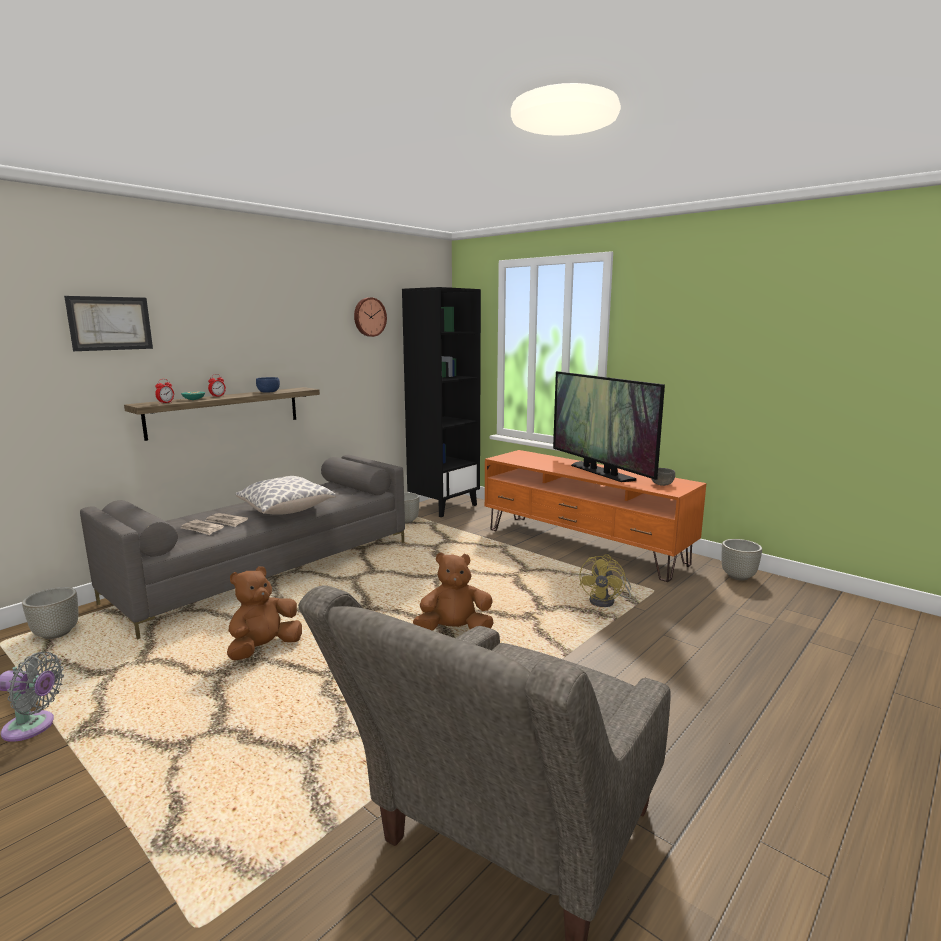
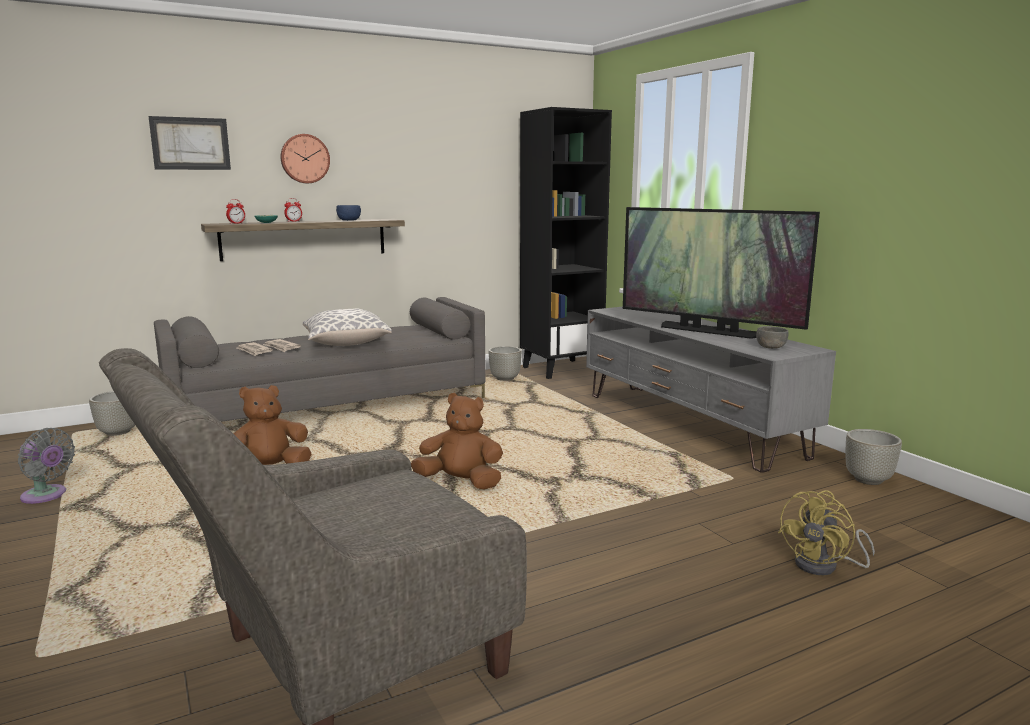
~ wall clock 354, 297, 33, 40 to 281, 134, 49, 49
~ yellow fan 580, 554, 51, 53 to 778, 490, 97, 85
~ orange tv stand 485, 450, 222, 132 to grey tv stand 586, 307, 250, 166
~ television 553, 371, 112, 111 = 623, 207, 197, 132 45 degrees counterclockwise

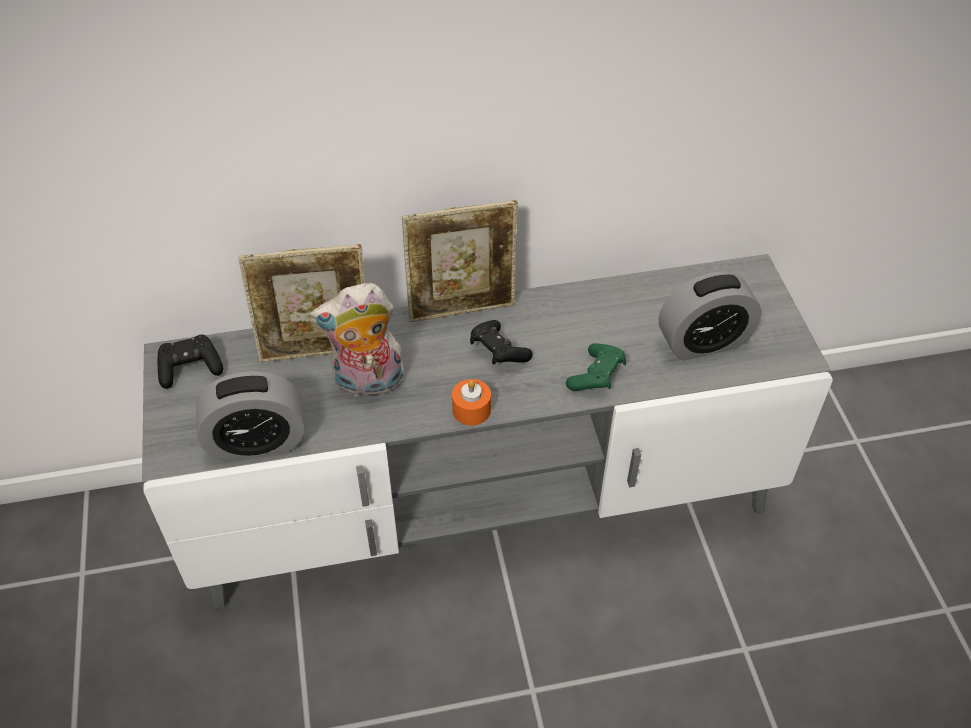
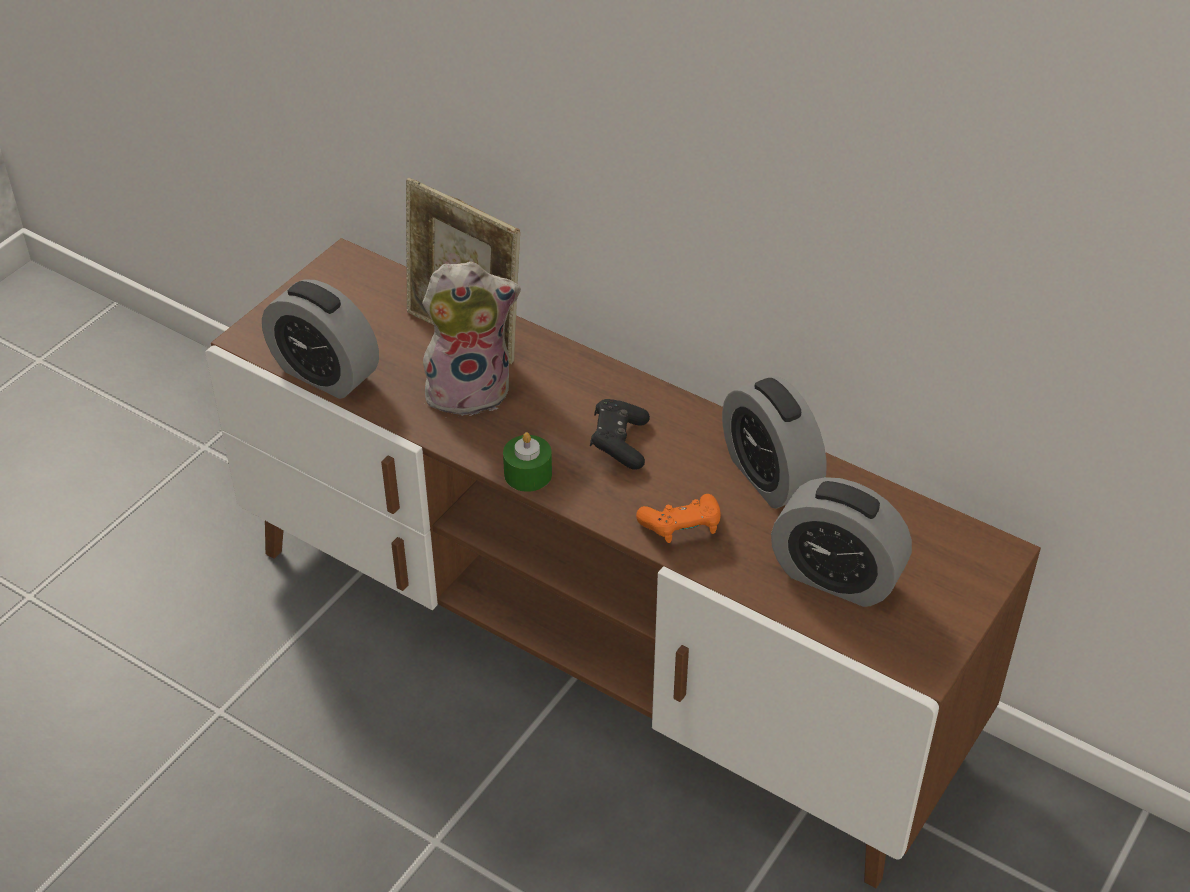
- black game controller 158, 334, 65, 55
- picture frame 402, 200, 116, 122
+ alarm clock 722, 376, 105, 133
~ grey tv stand 142, 254, 691, 355 to brown tv stand 205, 238, 836, 650
~ orange candle 452, 379, 39, 47 to green candle 503, 432, 49, 60
~ green game controller 566, 343, 60, 48 to orange game controller 636, 494, 85, 49
~ plush toy 310, 283, 95, 117 = 422, 262, 99, 154 135 degrees clockwise

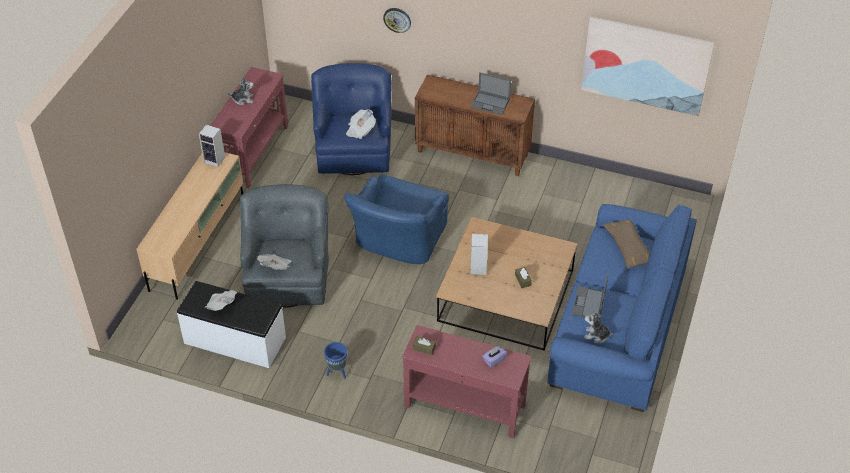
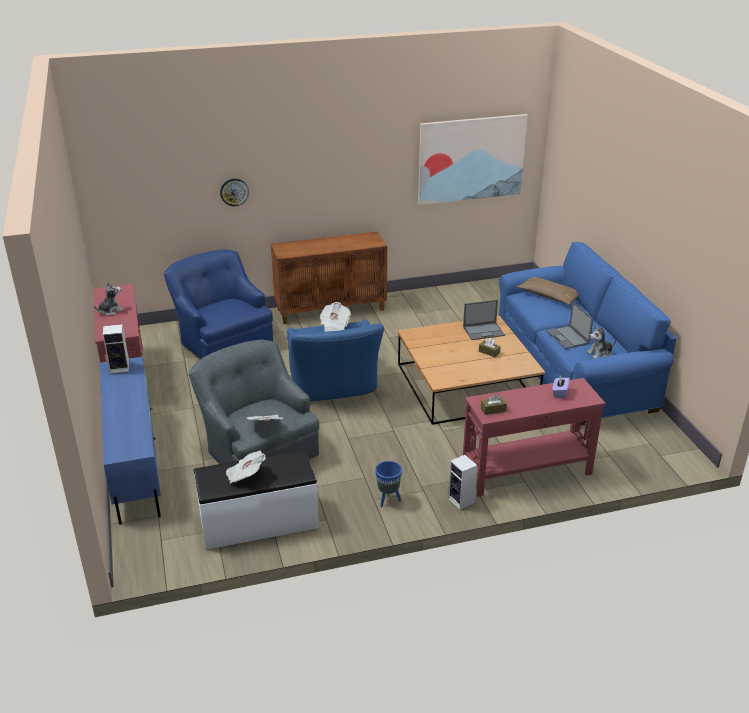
~ newspaper 346, 109, 30, 30 to 320, 302, 31, 30
~ laptop 470, 72, 41, 43 to 463, 300, 42, 40
~ speaker 471, 234, 17, 41 to 448, 455, 29, 55
~ beige tv stand 137, 152, 106, 148 to blue tv stand 100, 357, 61, 168

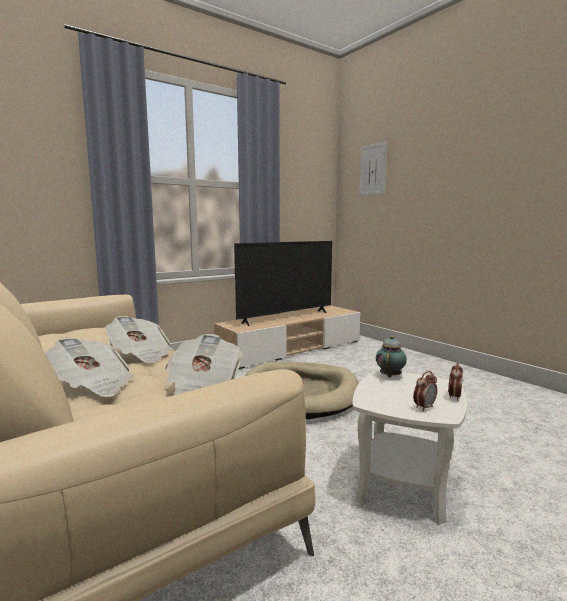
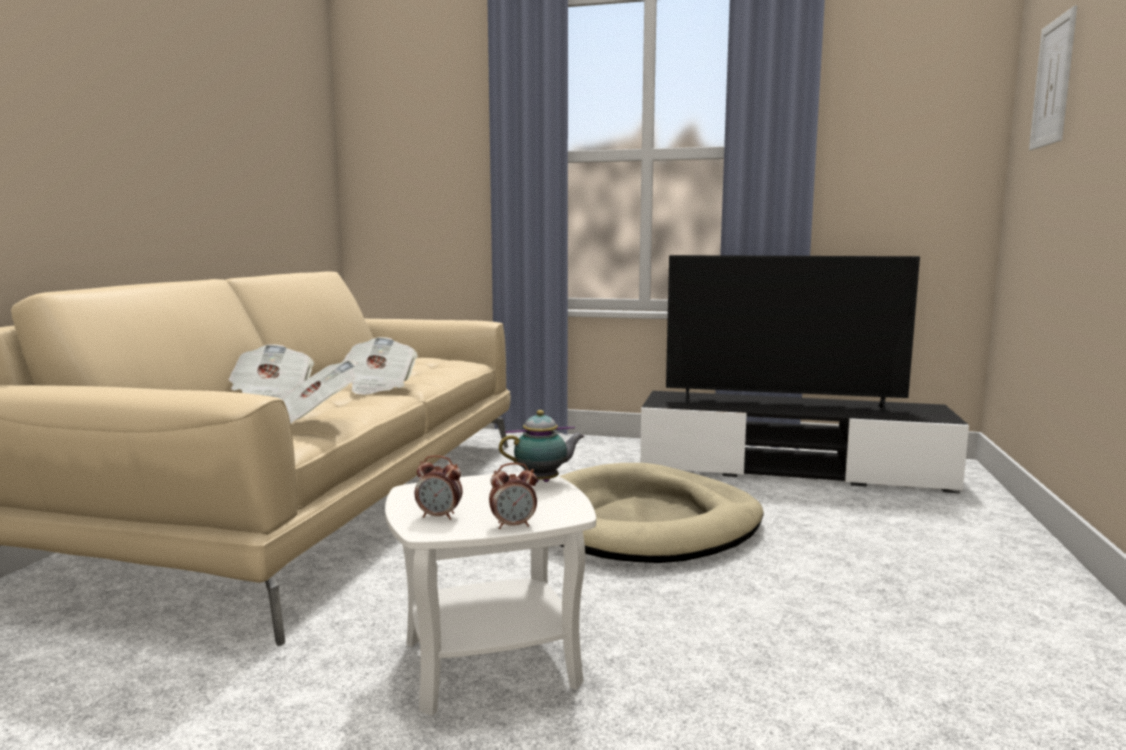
~ beige tv stand 214, 306, 147, 63 to black tv stand 640, 391, 329, 102

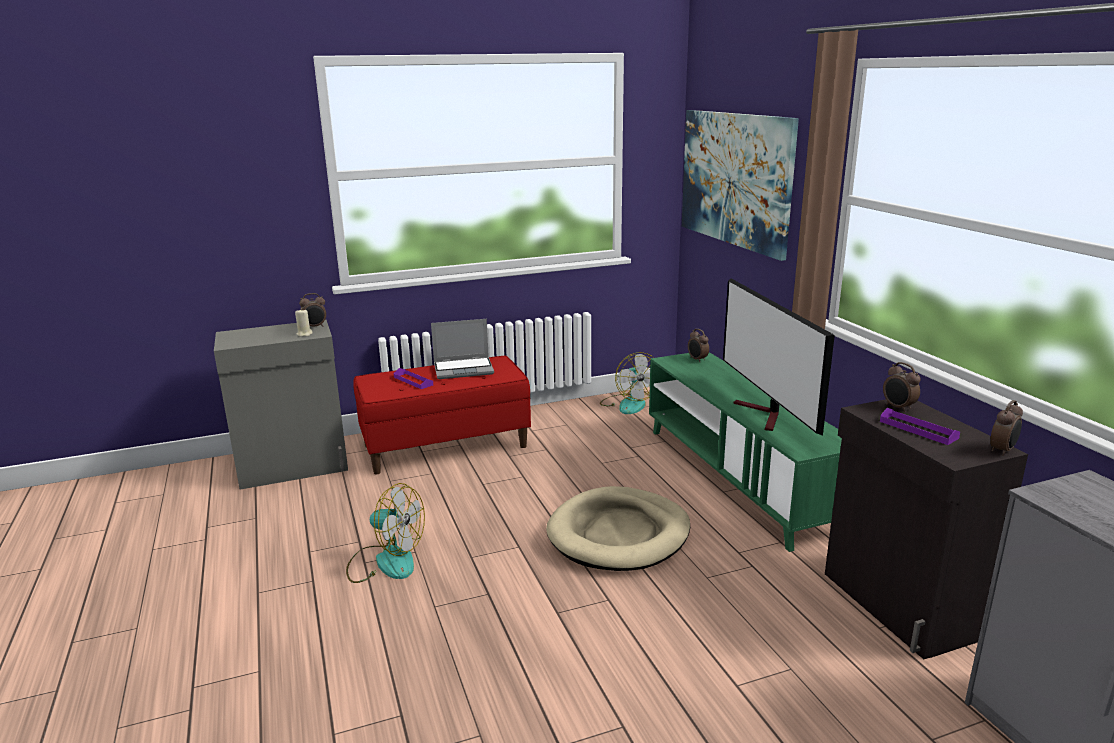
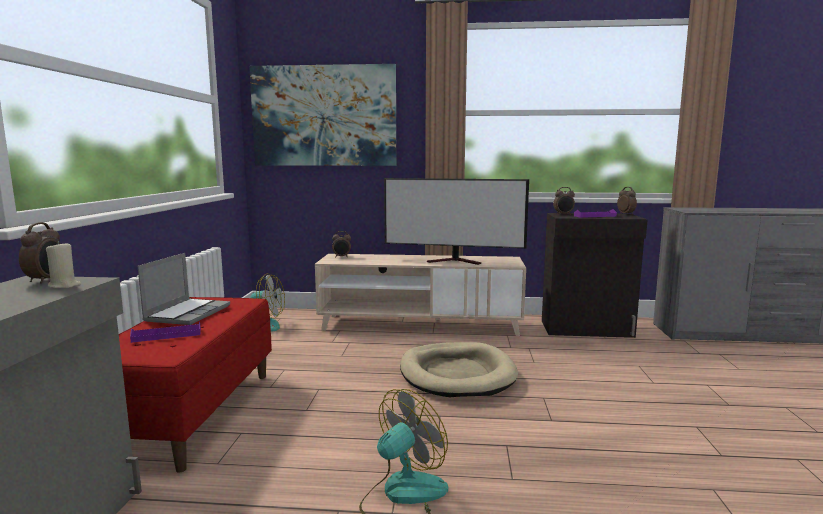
~ green tv stand 649, 352, 193, 200 to beige tv stand 315, 254, 211, 82

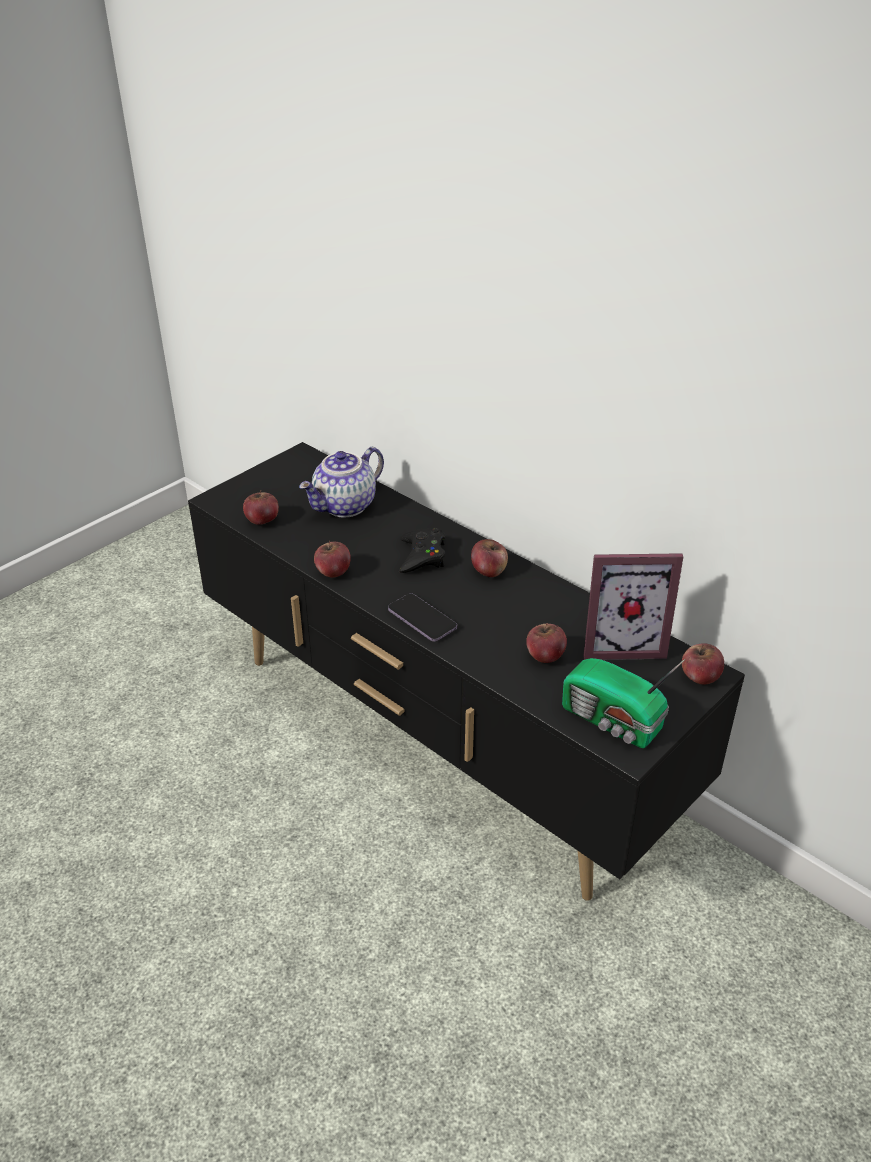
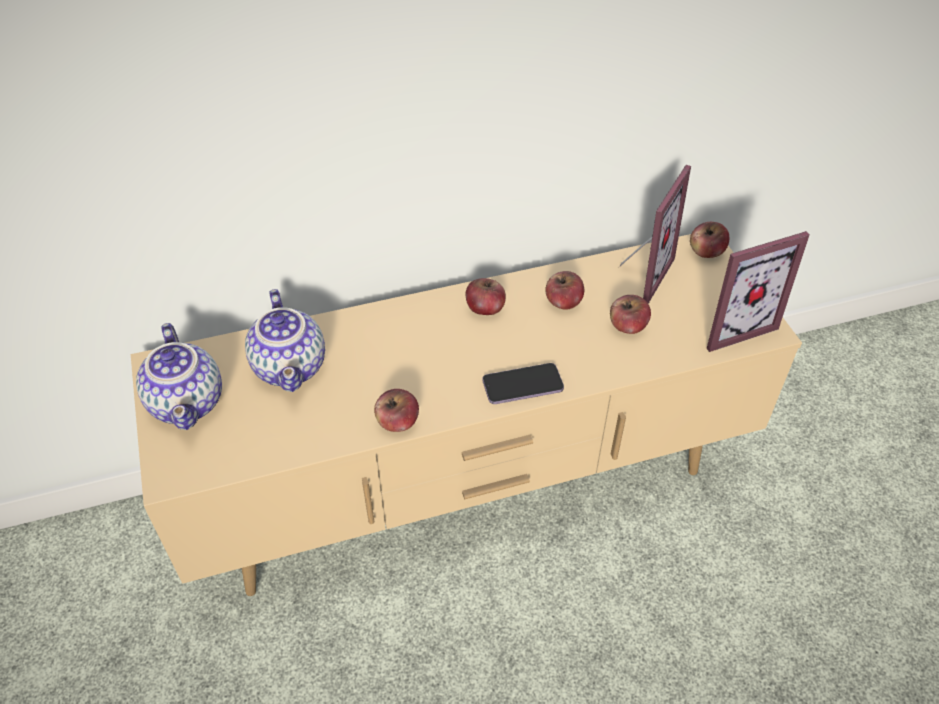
- black game controller 398, 528, 47, 45
+ teapot 136, 323, 86, 107
~ apple 243, 490, 36, 35 to 545, 271, 39, 39
~ radio 562, 658, 123, 90 to picture frame 707, 231, 103, 121
~ black tv stand 188, 442, 557, 459 to beige tv stand 131, 234, 671, 362

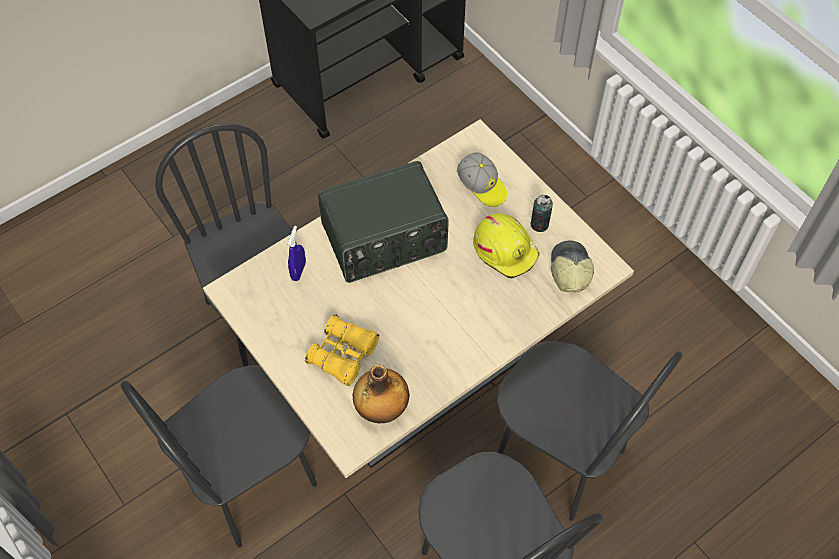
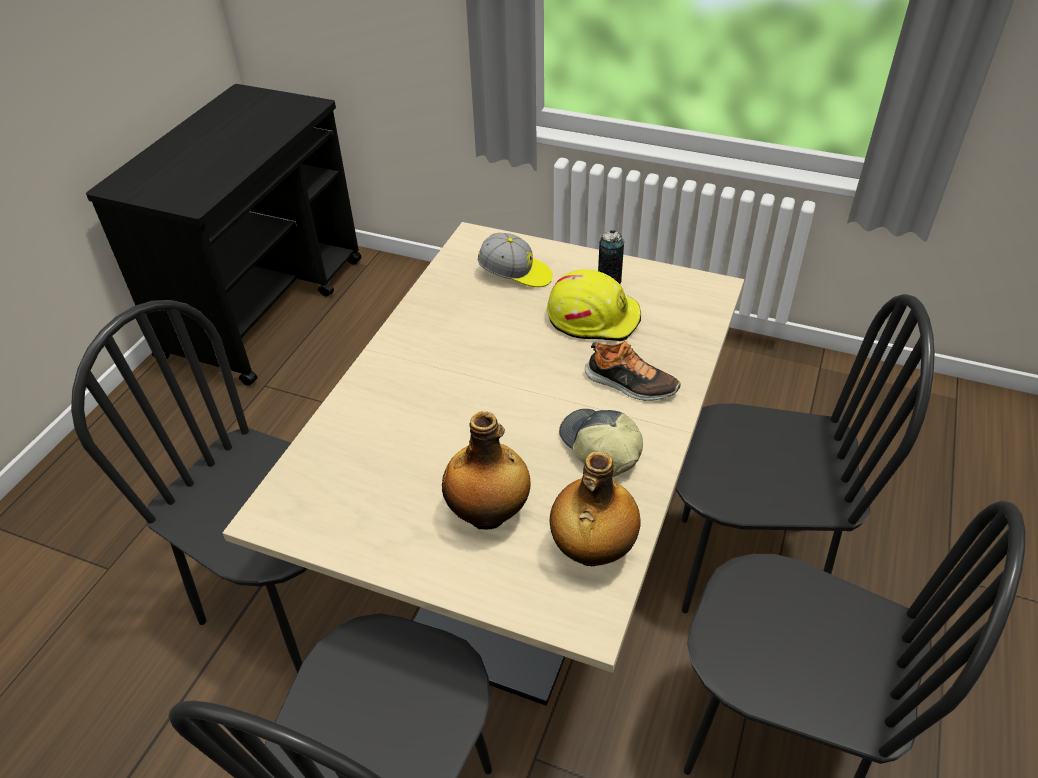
- blue spray bottle 287, 226, 19, 55
- radio 318, 161, 131, 122
+ shoe 585, 341, 96, 60
~ cap 551, 241, 43, 51 to 559, 409, 84, 68
~ yellow binoculars 305, 314, 74, 72 to bottle 442, 411, 89, 118

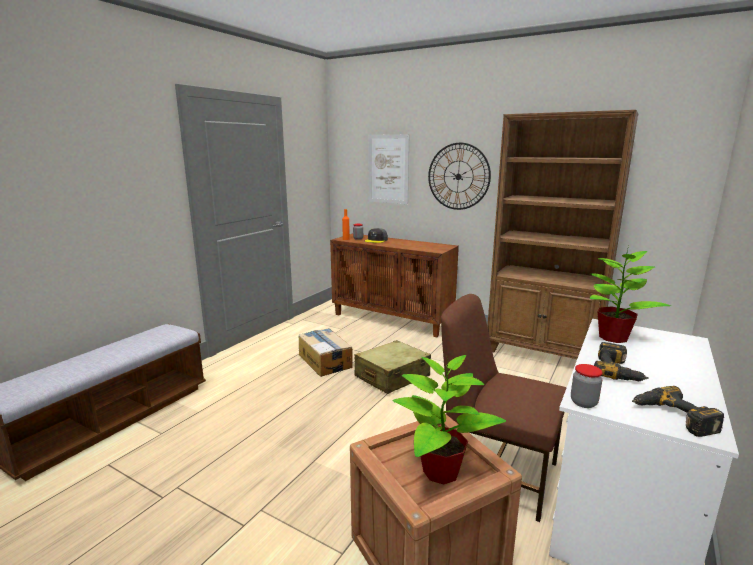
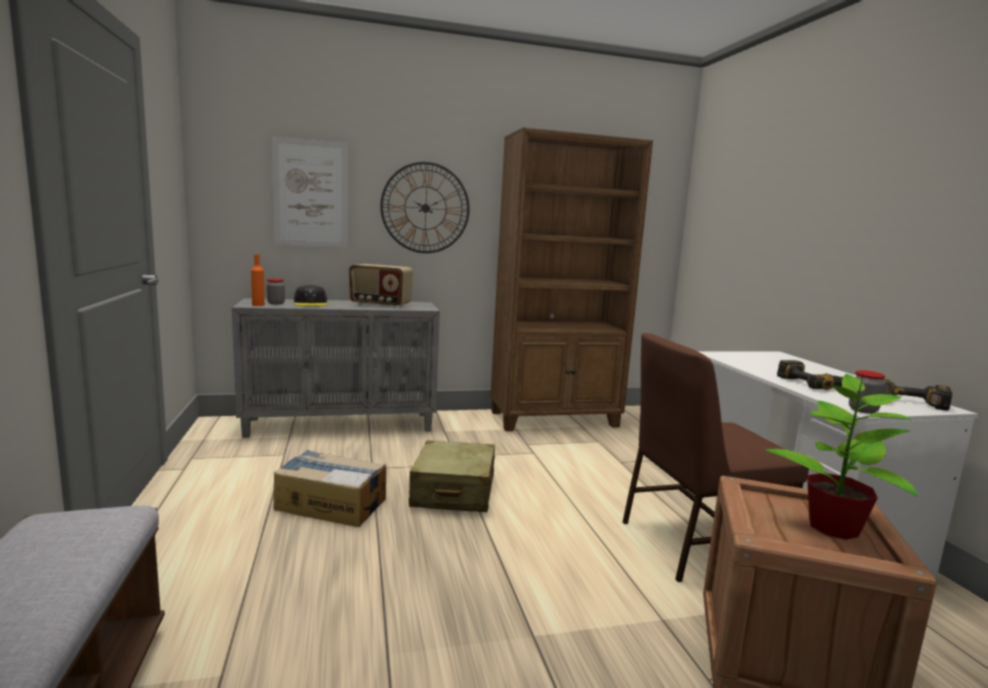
- potted plant 590, 246, 81, 97
+ radio 349, 264, 64, 44
~ brown cabinet 330, 234, 129, 103 to grey cabinet 232, 298, 208, 140

